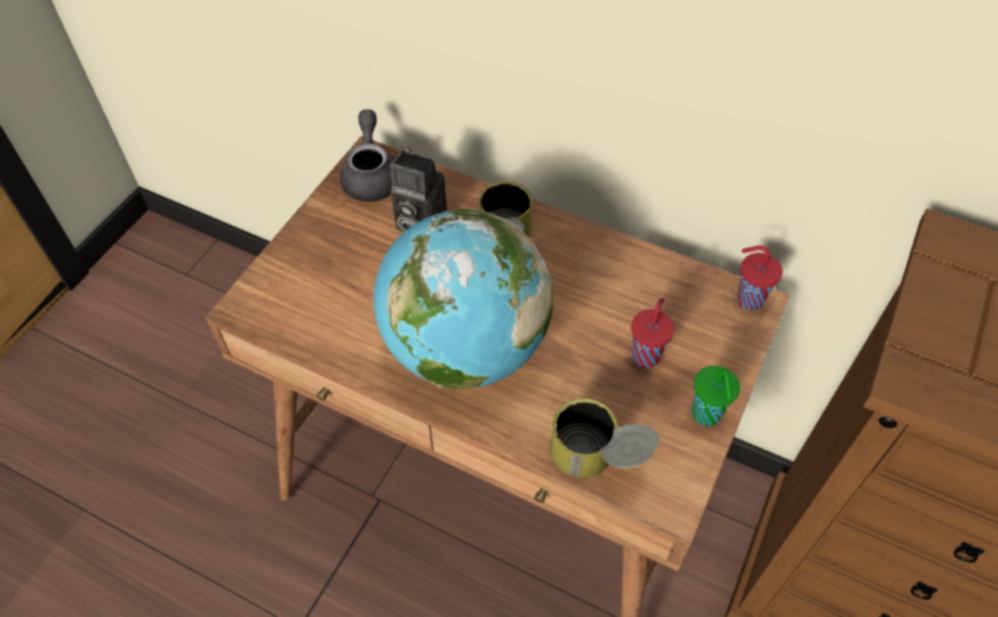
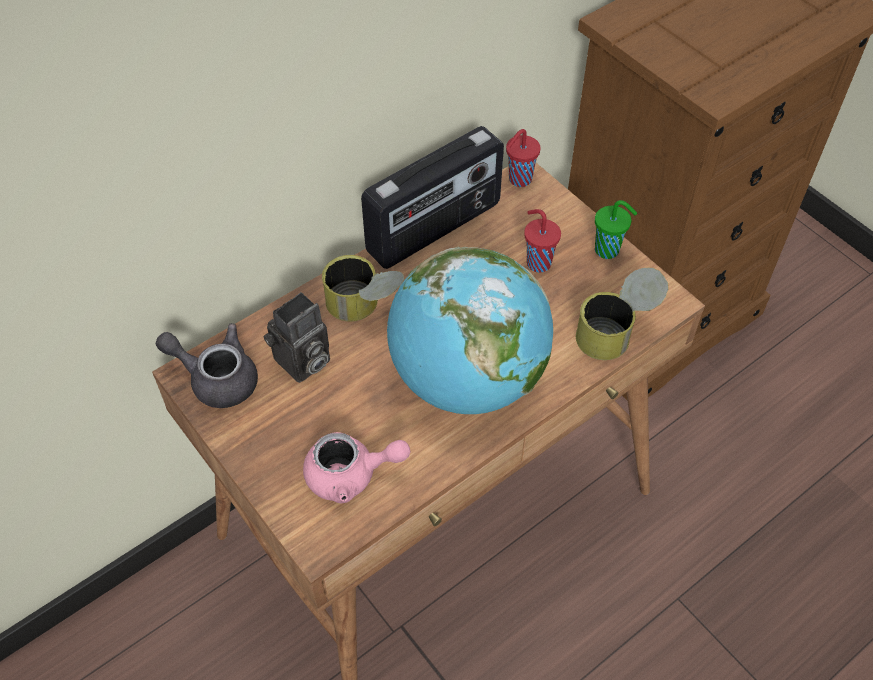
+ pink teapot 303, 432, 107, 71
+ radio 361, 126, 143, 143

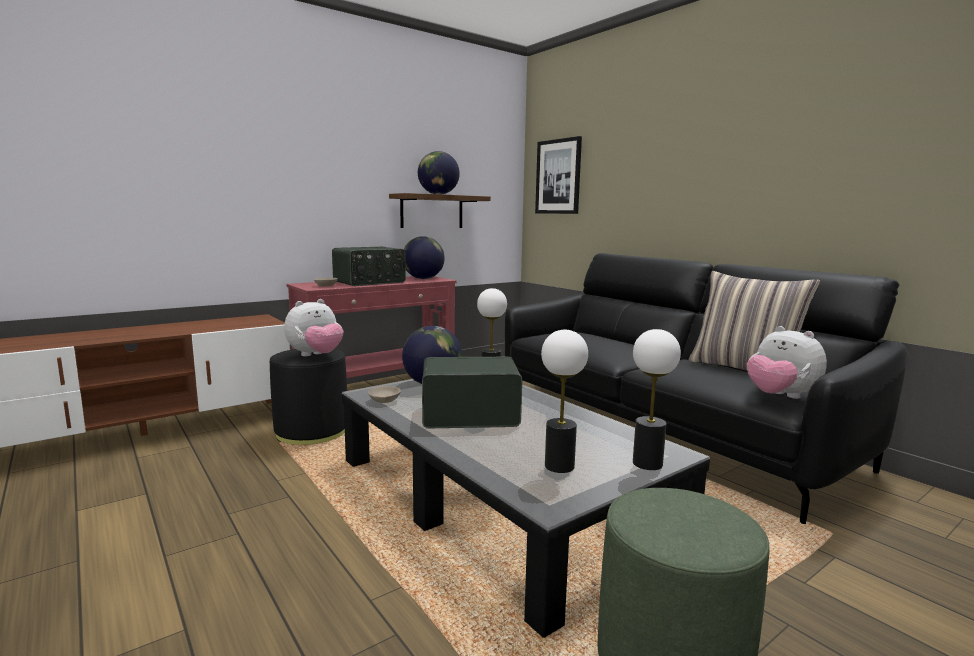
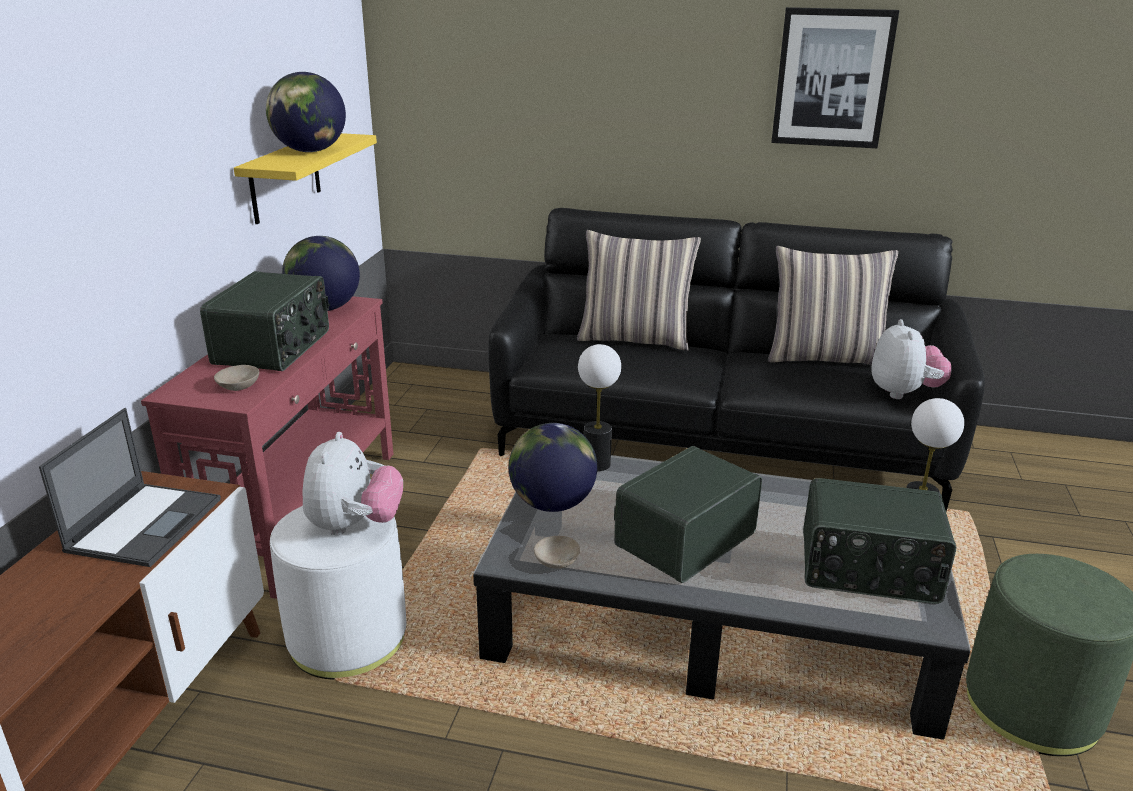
+ laptop 39, 408, 182, 159
+ pillow 577, 230, 124, 121
~ picture 535, 136, 47, 78 to 771, 7, 128, 141
~ table lamp 541, 330, 47, 143 to radio 803, 478, 153, 126
~ black ottoman 270, 349, 77, 96 to white ottoman 270, 506, 136, 174
~ brown shelf 389, 193, 102, 35 to yellow shelf 234, 133, 143, 91
~ plush toy 747, 326, 80, 73 = 871, 319, 80, 80 105 degrees counterclockwise

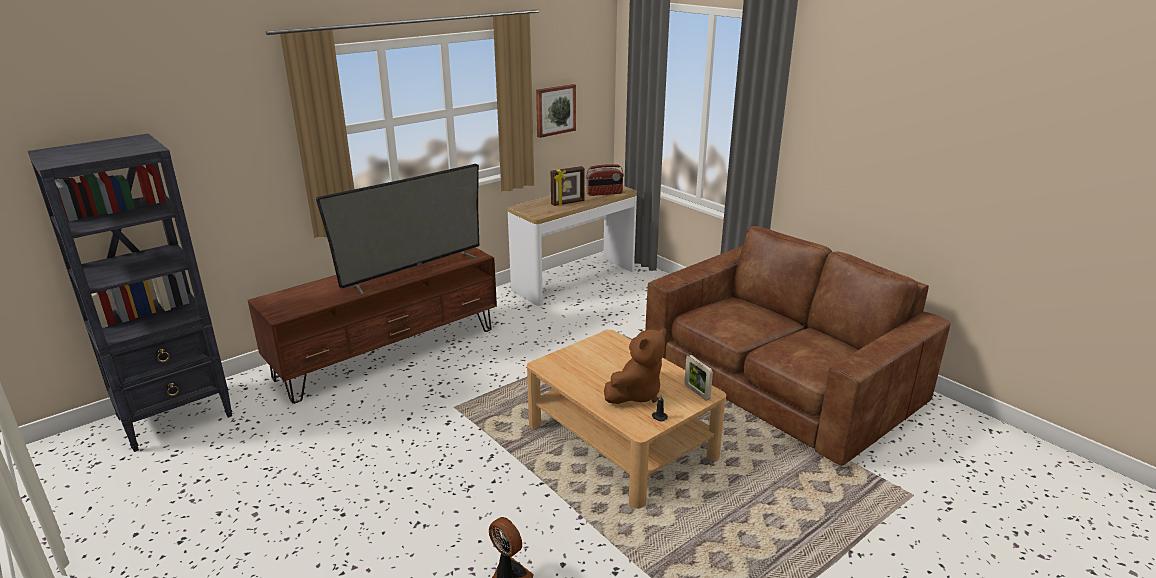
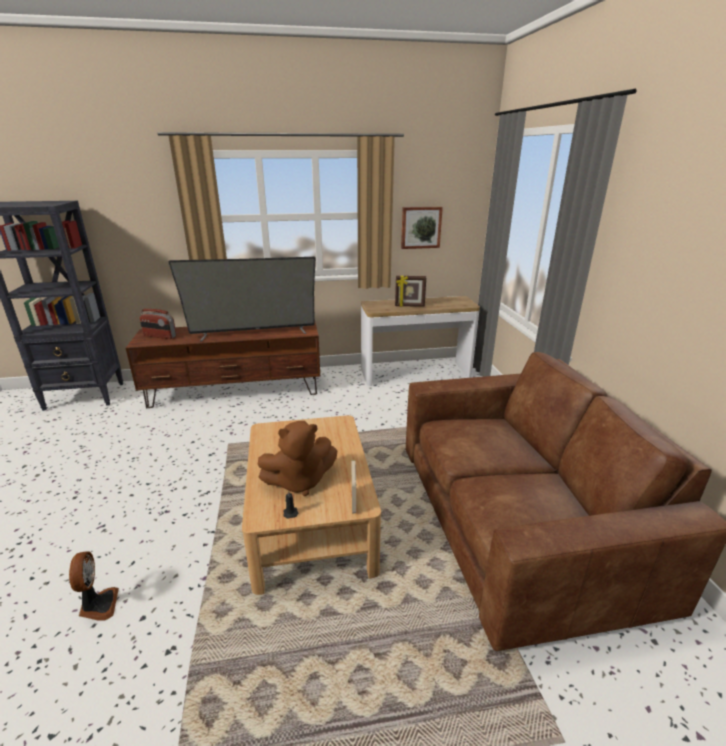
~ radio 586, 164, 38, 32 to 139, 309, 38, 30

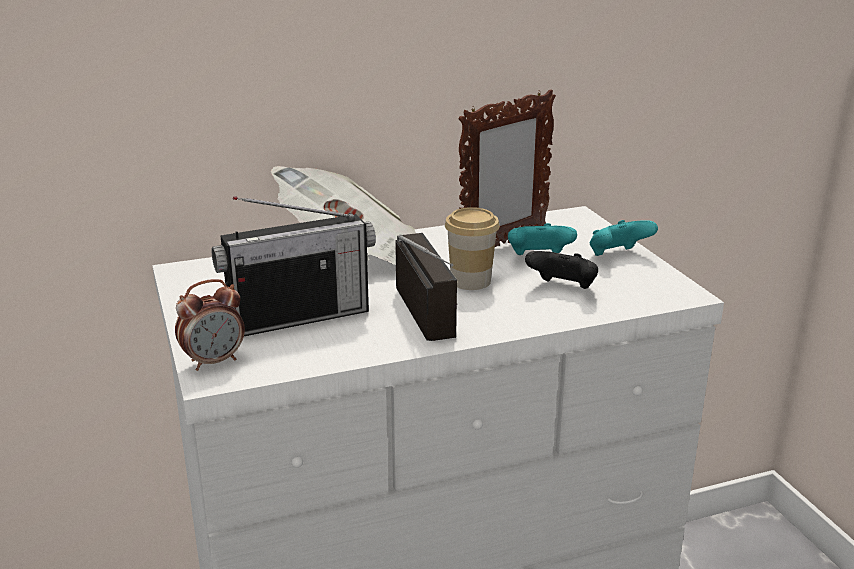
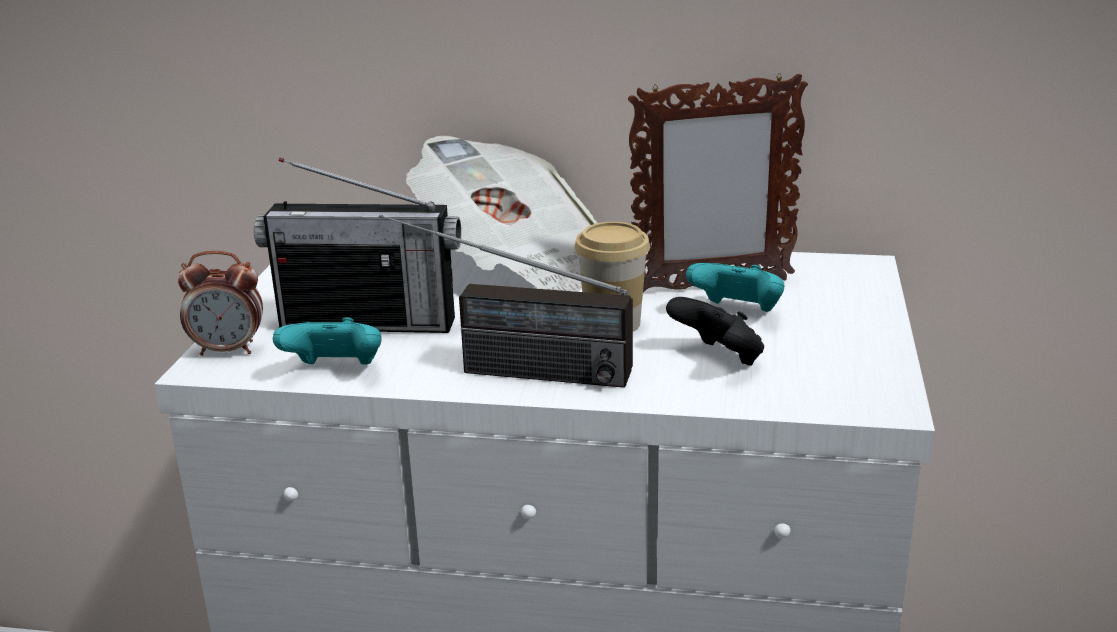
~ turquoise game controller 590, 220, 68, 36 to 273, 317, 108, 48
~ radio 395, 233, 63, 108 = 379, 214, 254, 174 90 degrees clockwise

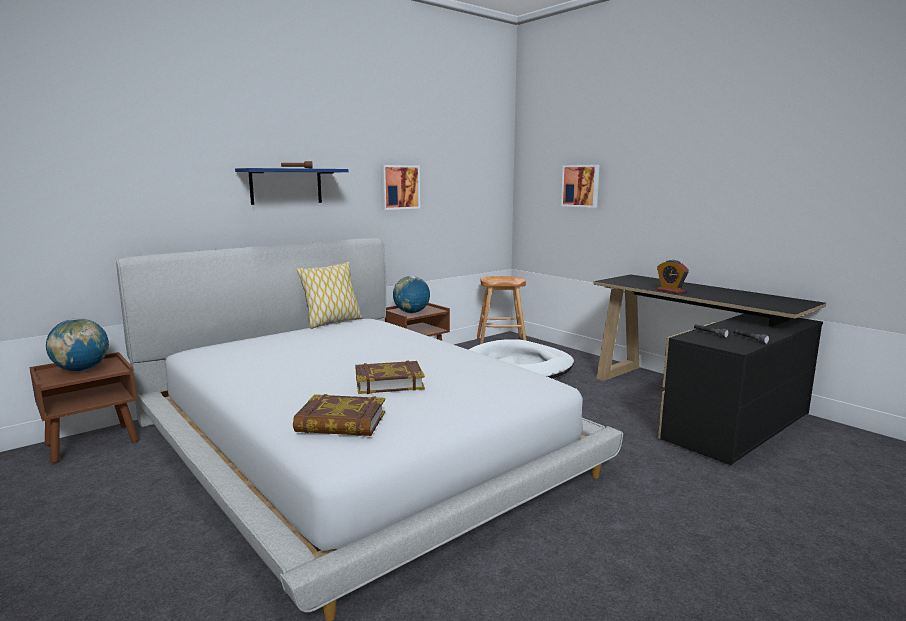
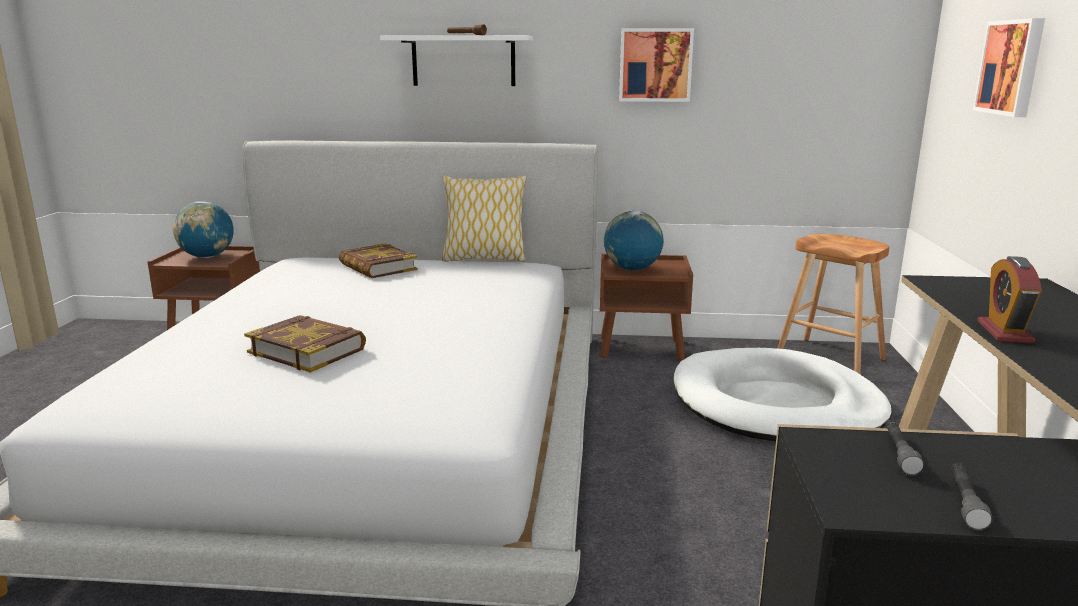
~ book 293, 394, 92, 42 to 339, 243, 78, 35
~ blue shelf 235, 168, 114, 37 to white shelf 380, 35, 153, 51

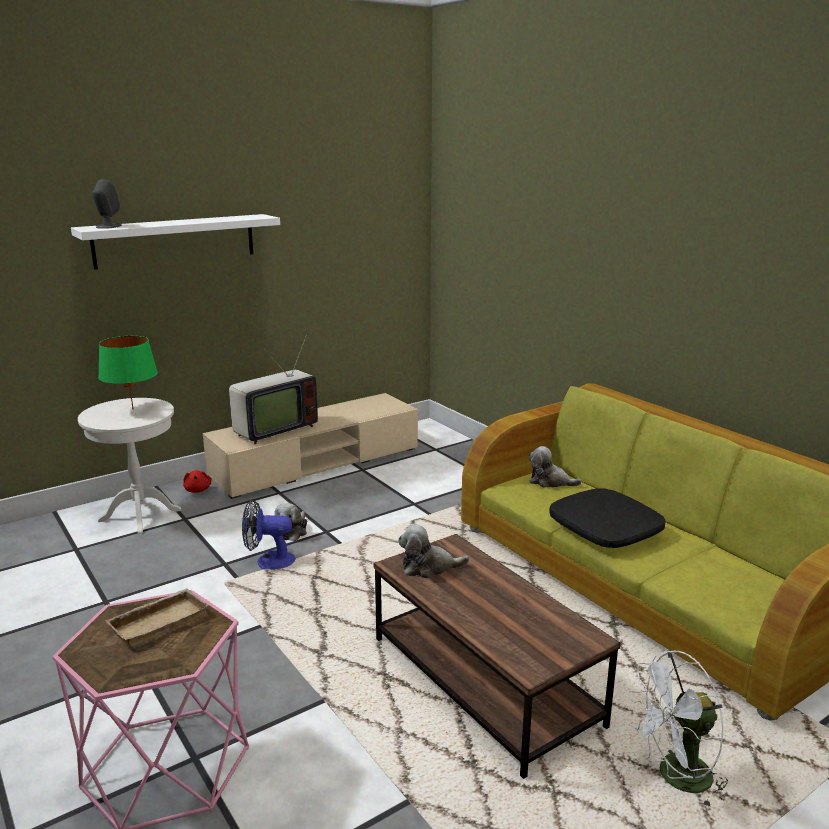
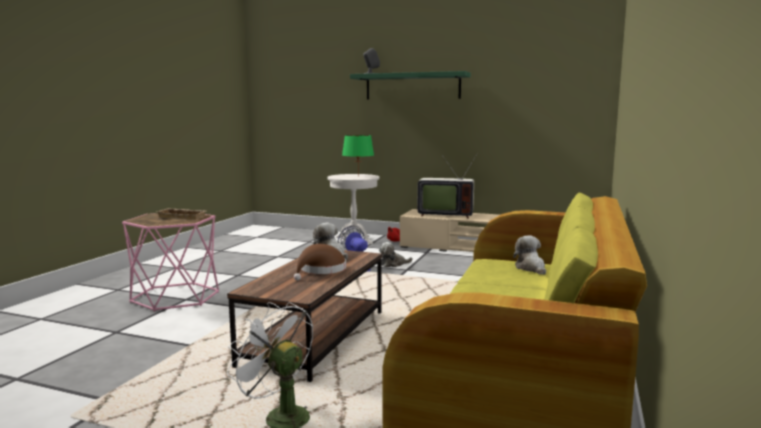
- black pillow 549, 488, 117, 60
+ brown hat 294, 244, 52, 37
~ white shelf 71, 214, 209, 56 to green shelf 350, 71, 121, 28

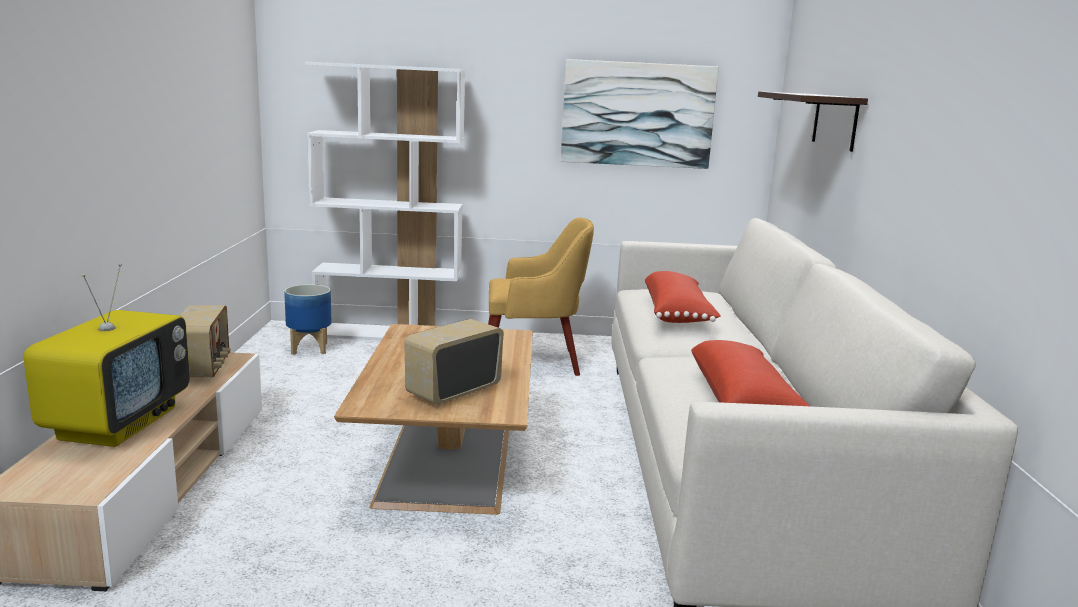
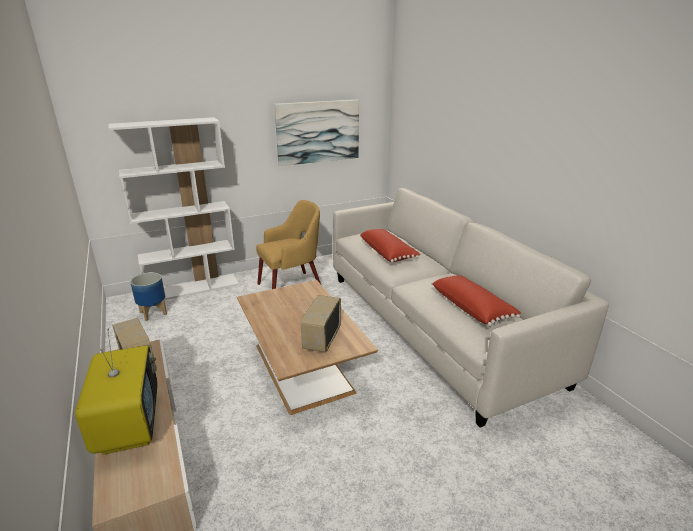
- shelf 758, 91, 110, 61

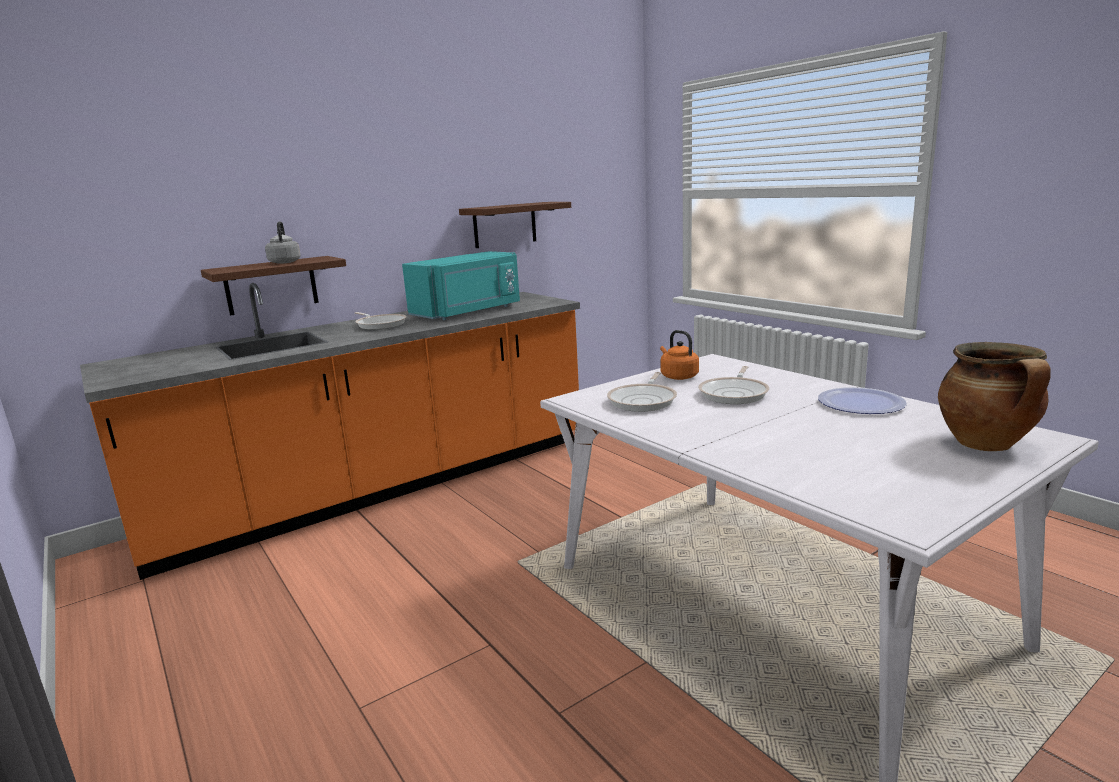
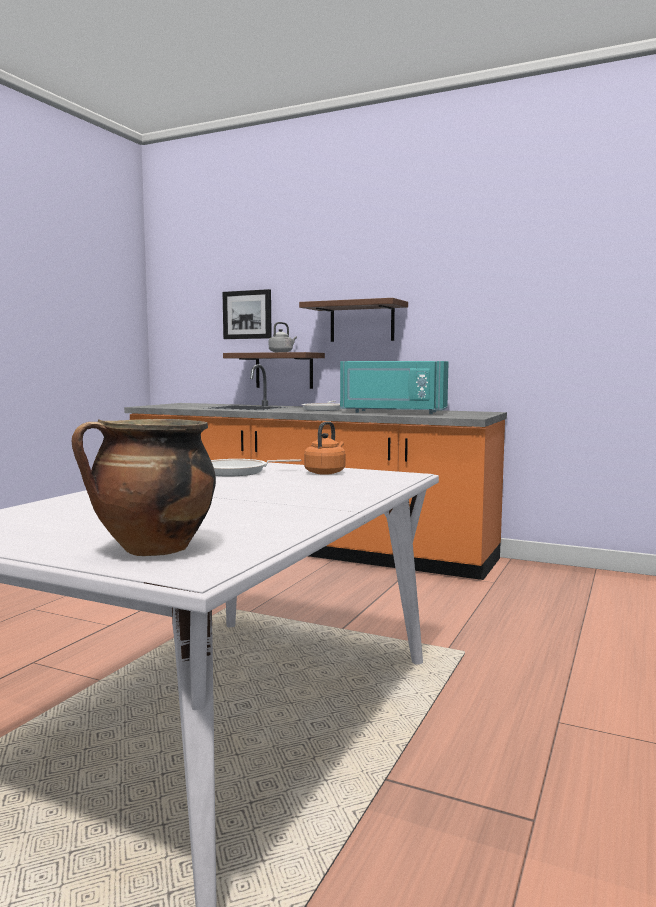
- frying pan 698, 366, 71, 38
- plate 818, 387, 89, 27
+ picture 222, 289, 50, 50
~ brown shelf 459, 202, 112, 46 to 299, 298, 109, 44

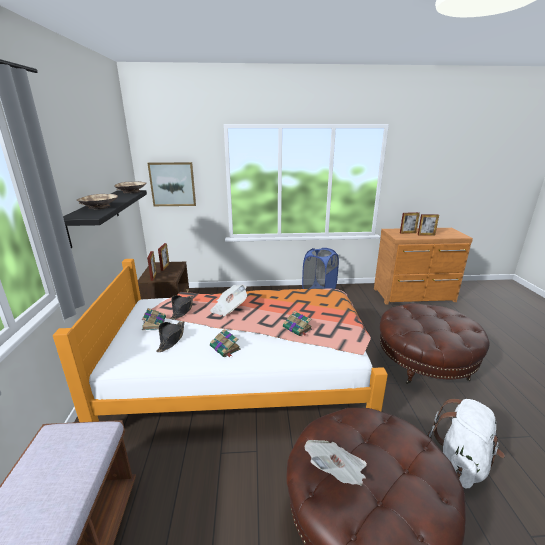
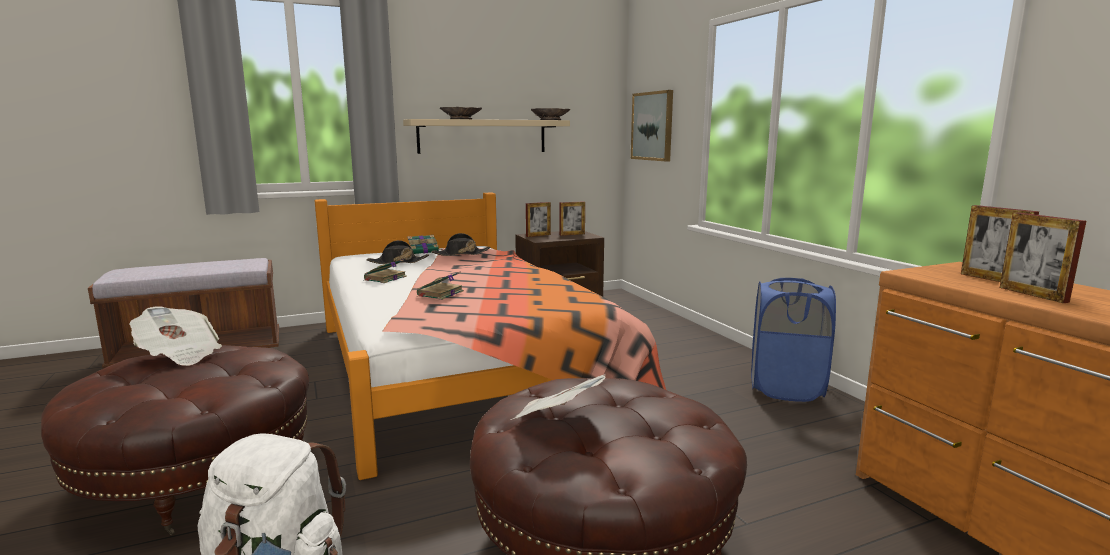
~ newspaper 210, 285, 37, 31 to 511, 374, 95, 46
~ black shelf 63, 190, 84, 58 to beige shelf 403, 119, 167, 35

